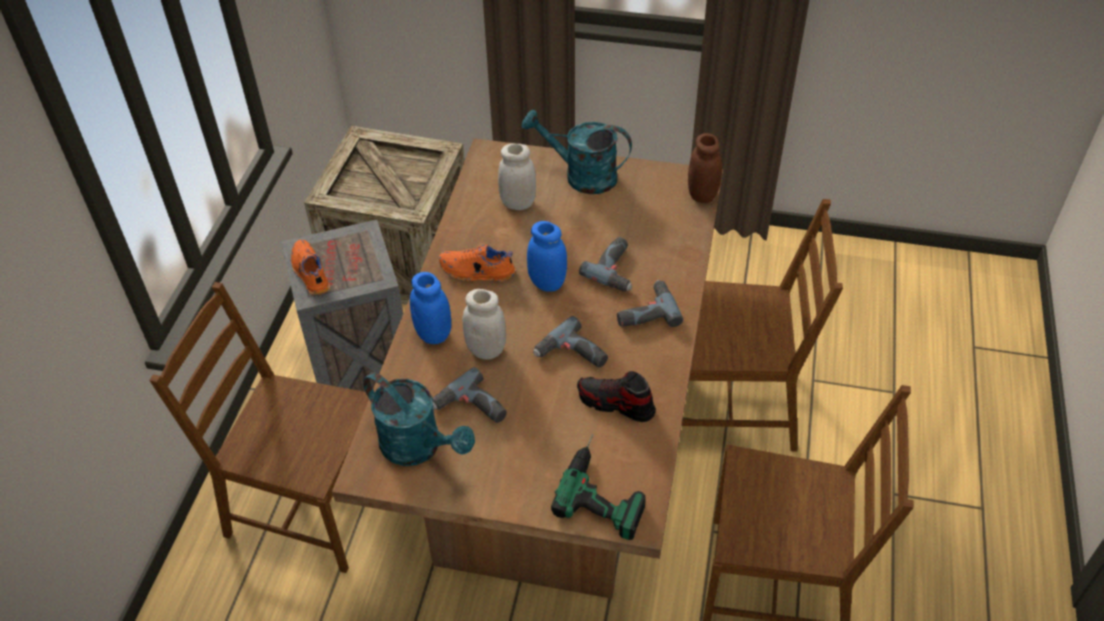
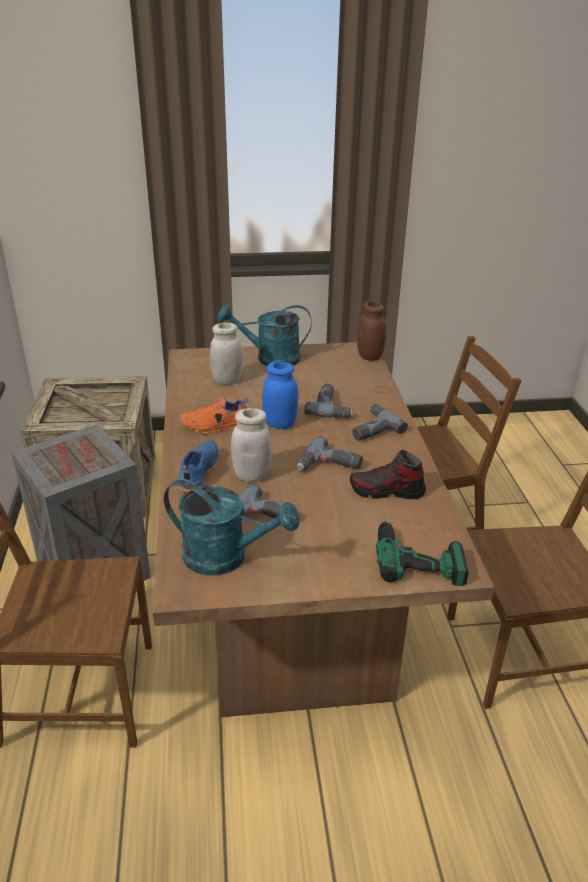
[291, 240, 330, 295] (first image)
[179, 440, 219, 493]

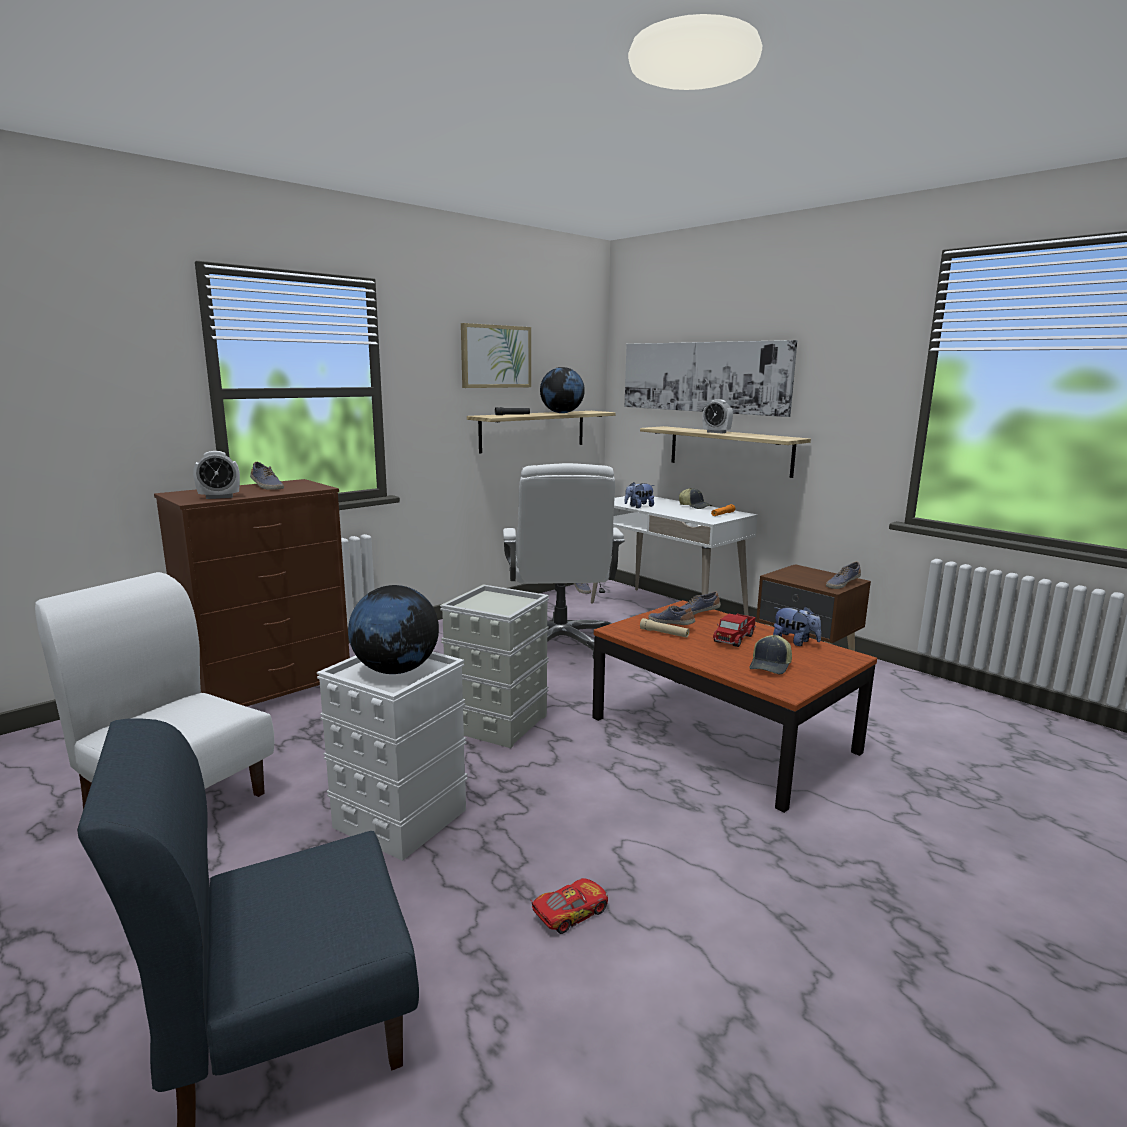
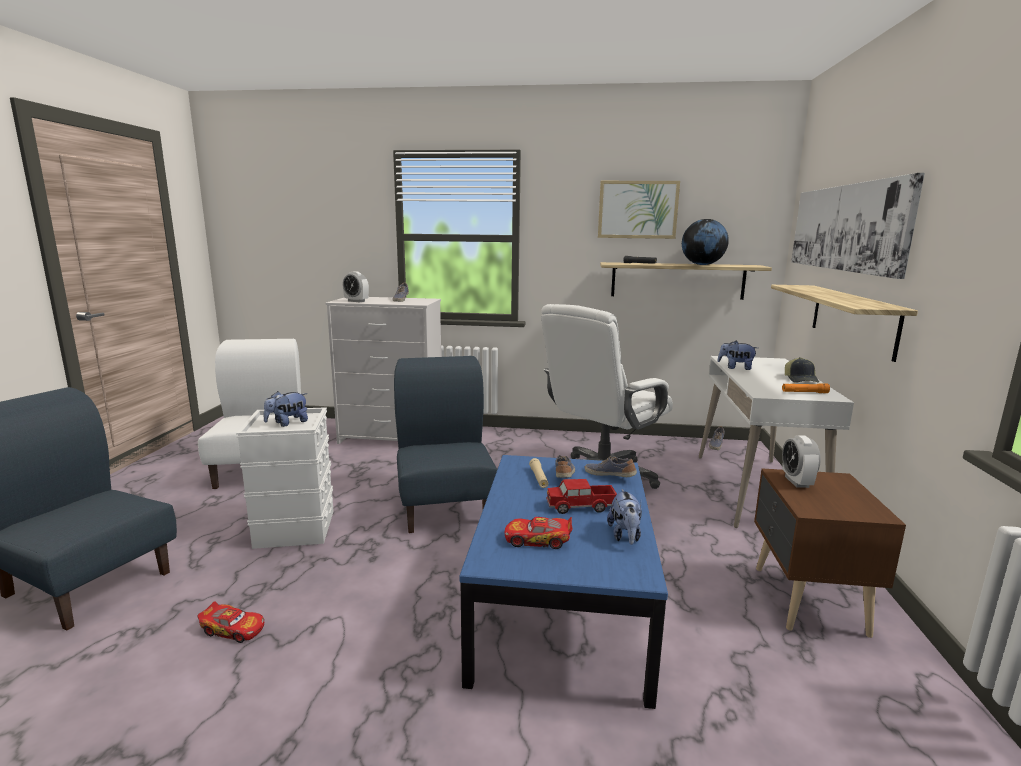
[326, 297, 441, 444]
[264, 391, 308, 427]
[394, 356, 497, 533]
[459, 455, 668, 709]
[782, 435, 821, 488]
[505, 517, 573, 549]
[826, 562, 861, 589] (first image)

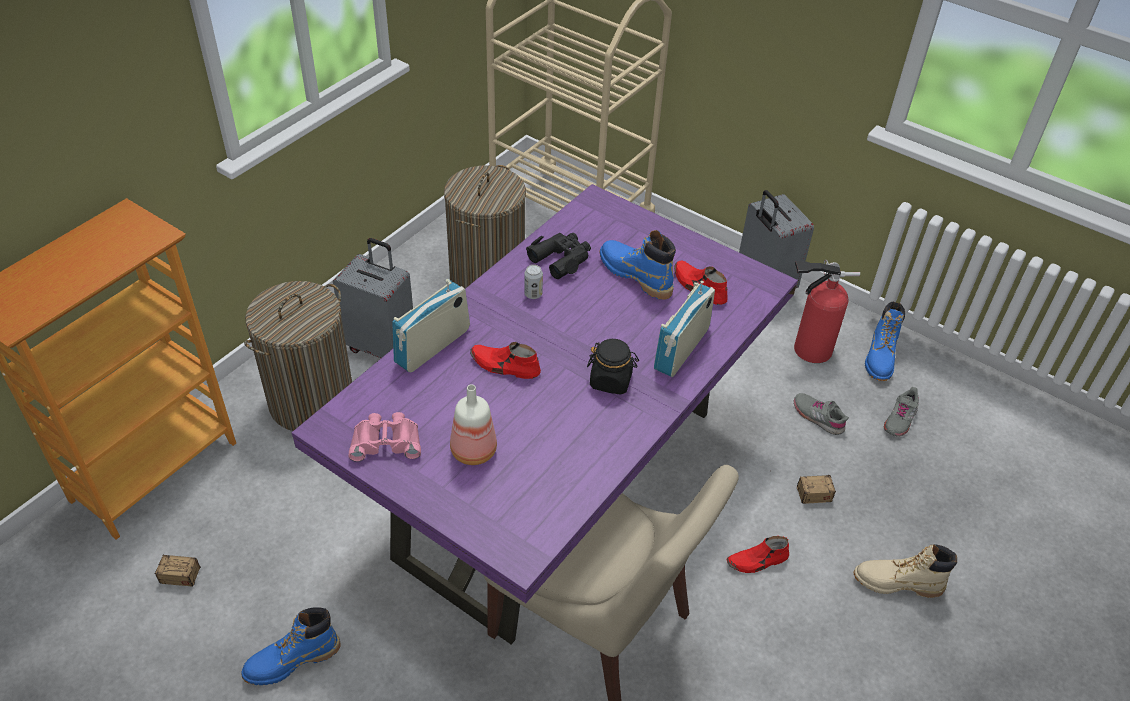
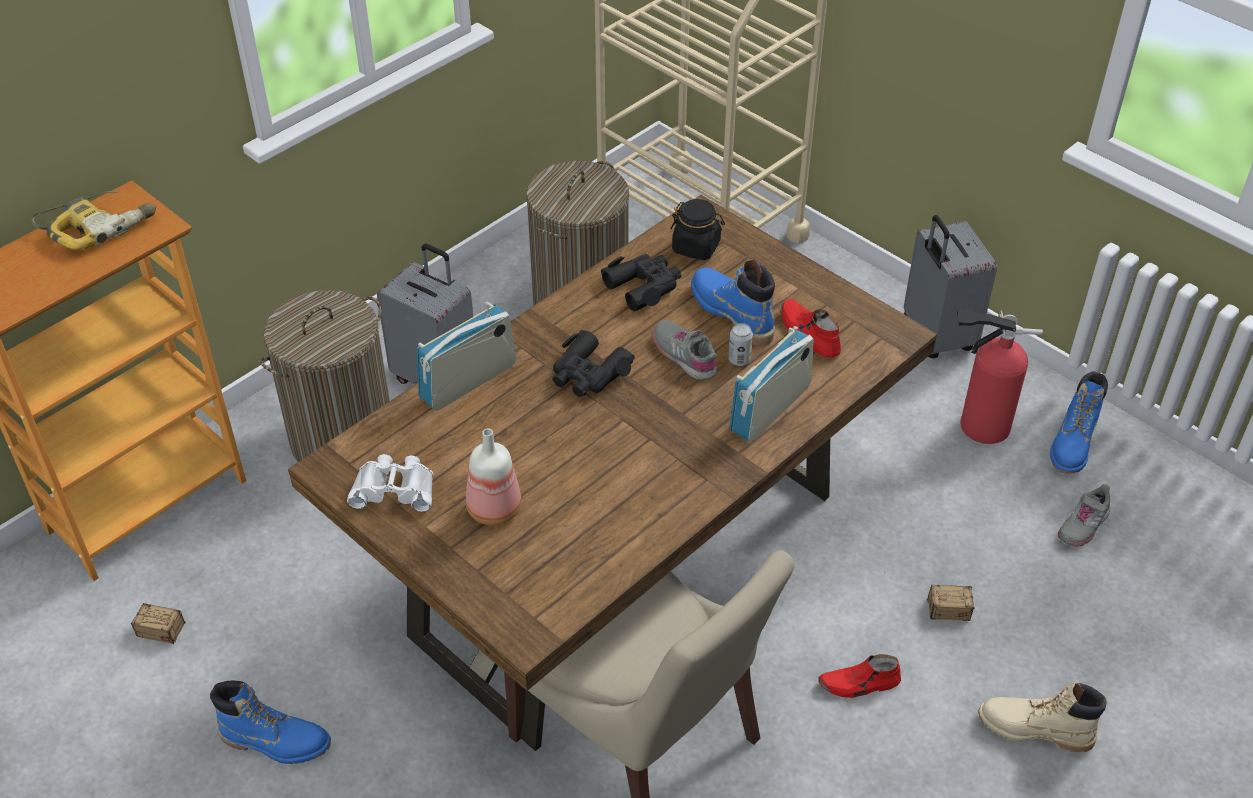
[210, 681, 331, 764]
[288, 195, 937, 751]
[347, 454, 433, 512]
[470, 342, 541, 379] (first image)
[728, 323, 753, 366]
[670, 199, 725, 260]
[653, 320, 717, 381]
[31, 191, 156, 250]
[552, 330, 635, 397]

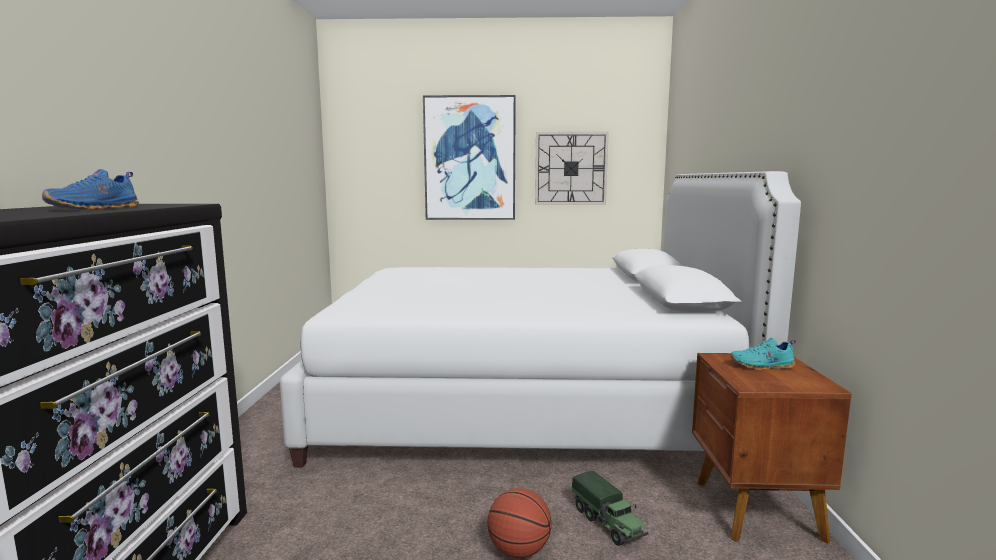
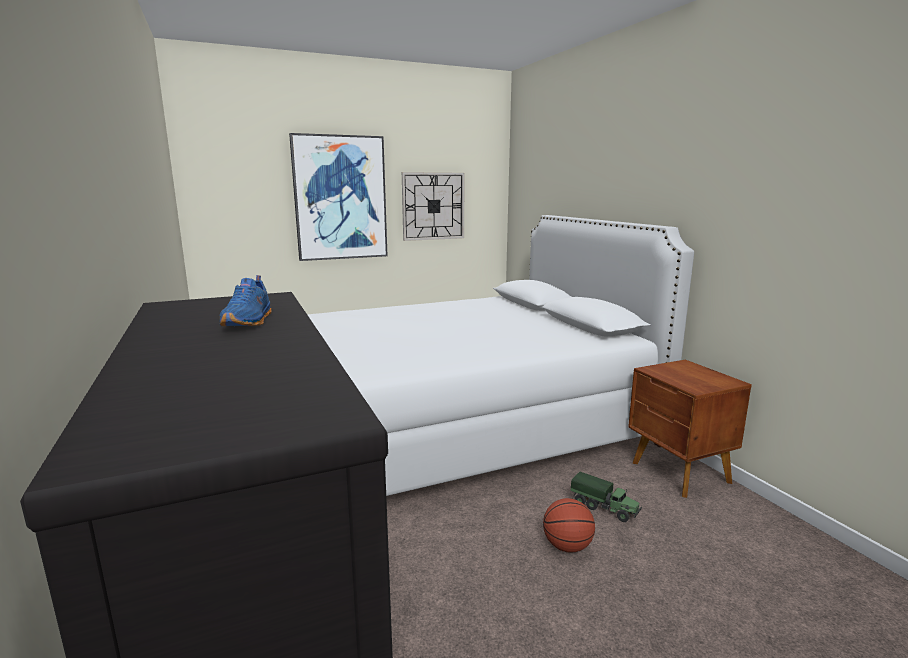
[730, 338, 796, 370] (first image)

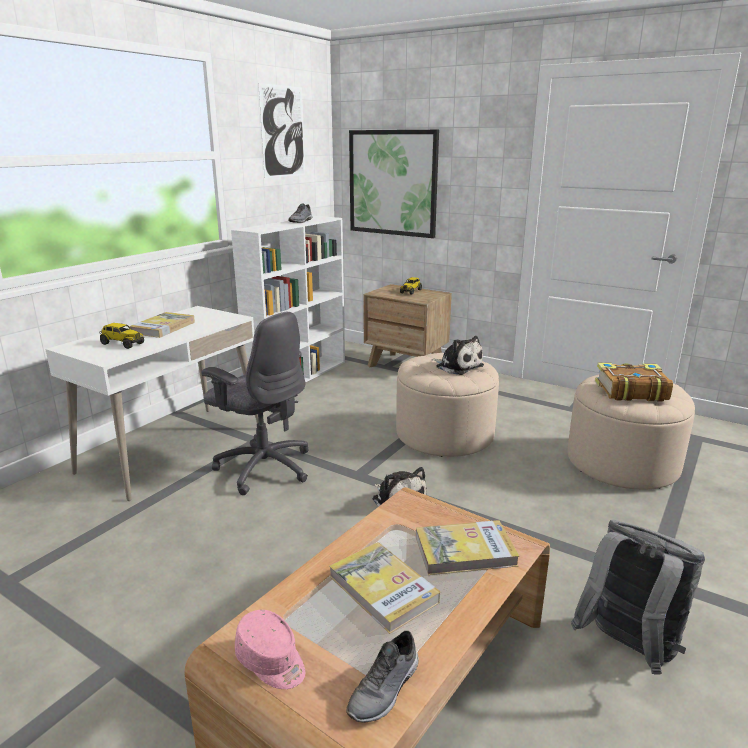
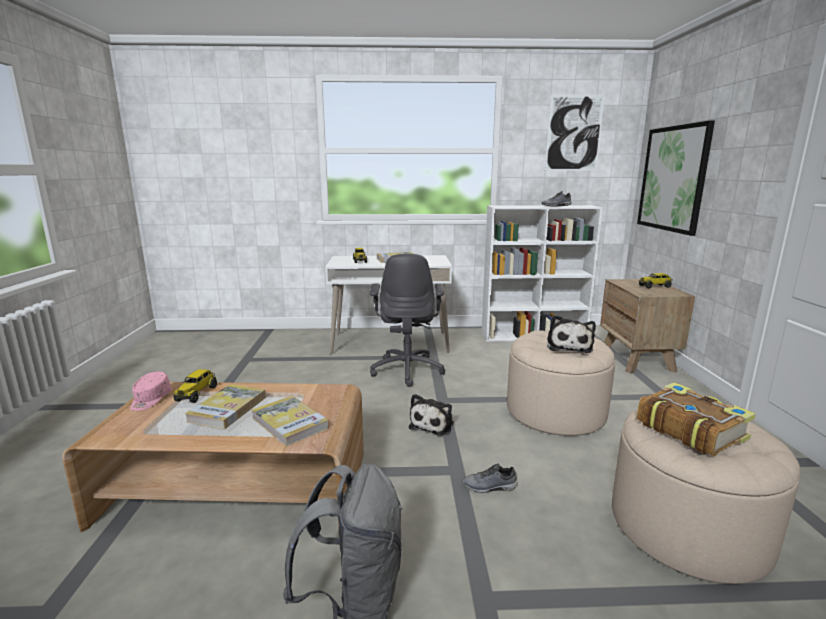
[463, 464, 518, 493]
[173, 369, 217, 403]

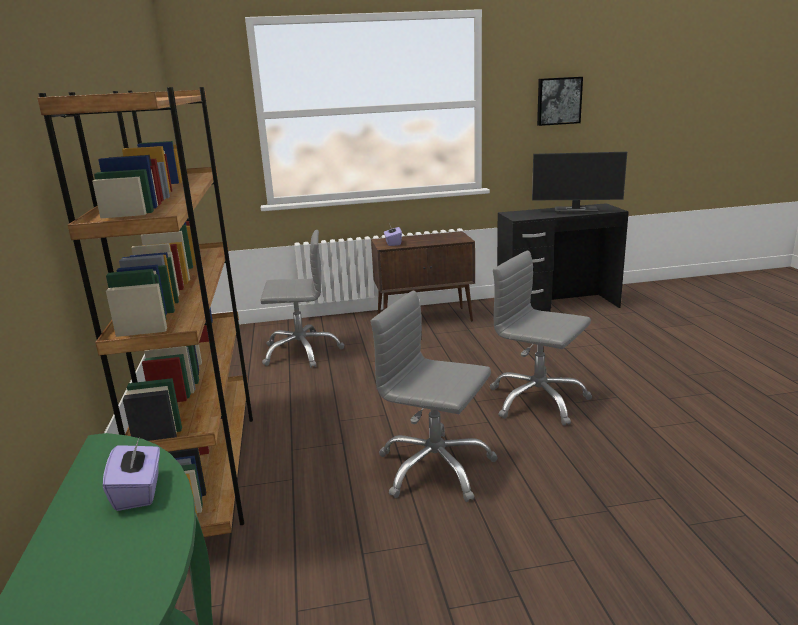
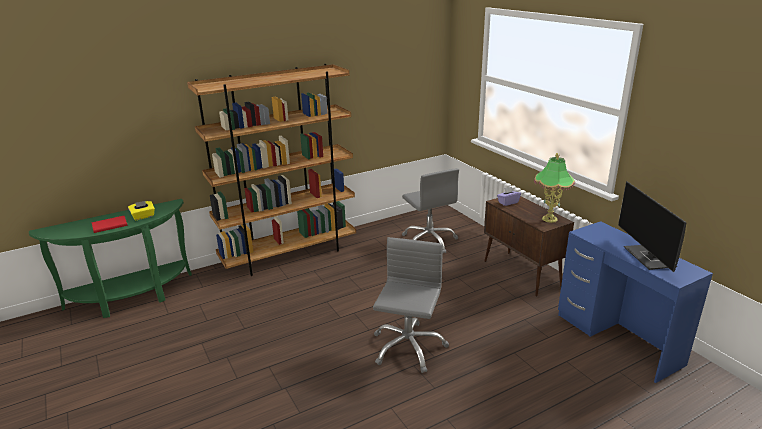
[128, 201, 155, 220]
[371, 291, 498, 502] (first image)
[558, 221, 713, 383]
[537, 77, 583, 126] (first image)
[91, 216, 128, 233]
[534, 153, 575, 223]

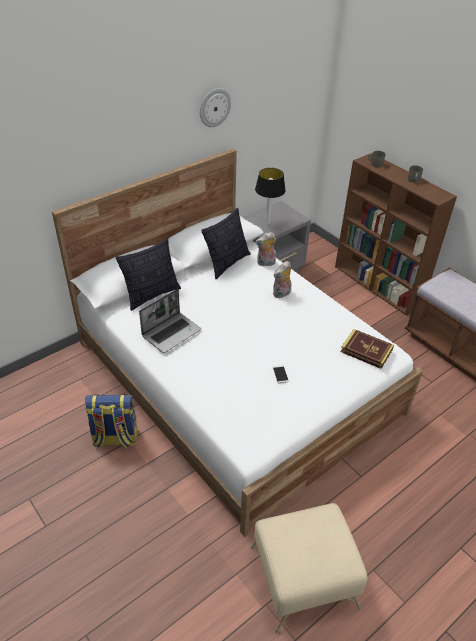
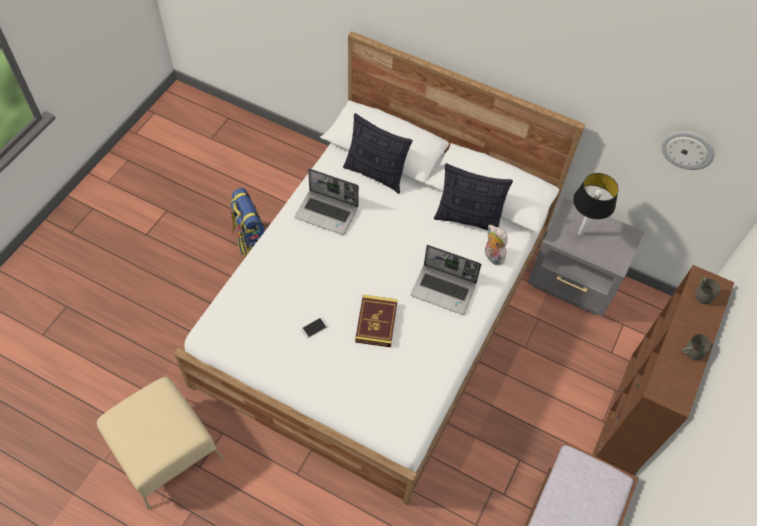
[661, 131, 715, 170]
[411, 245, 482, 315]
[355, 295, 398, 348]

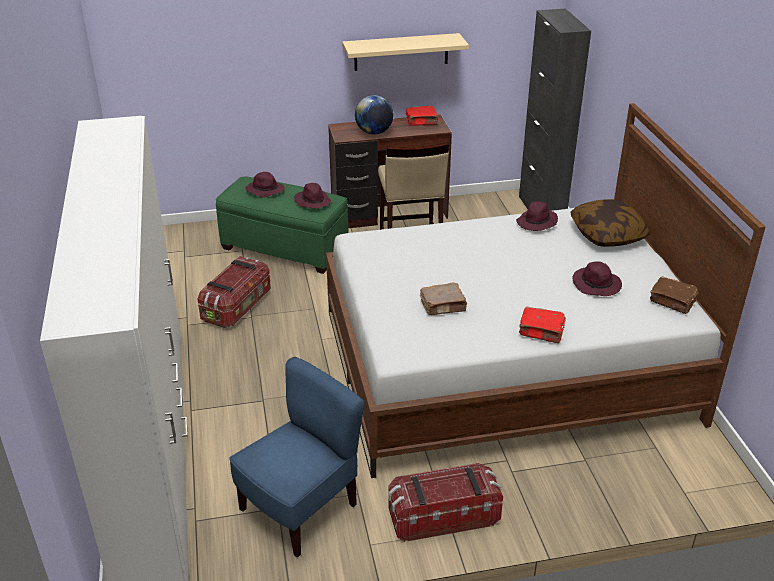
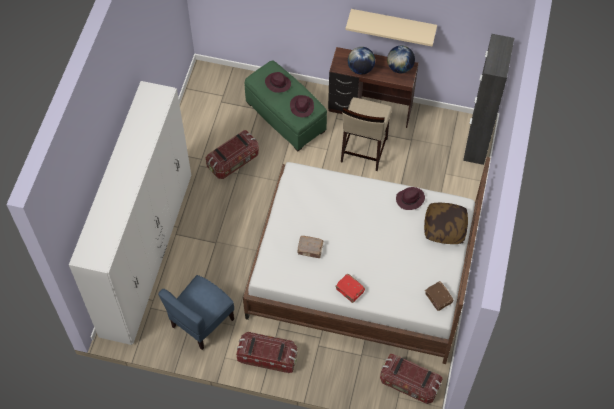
[158, 275, 234, 350]
[387, 46, 415, 73]
[573, 261, 622, 296] (first image)
[380, 354, 443, 404]

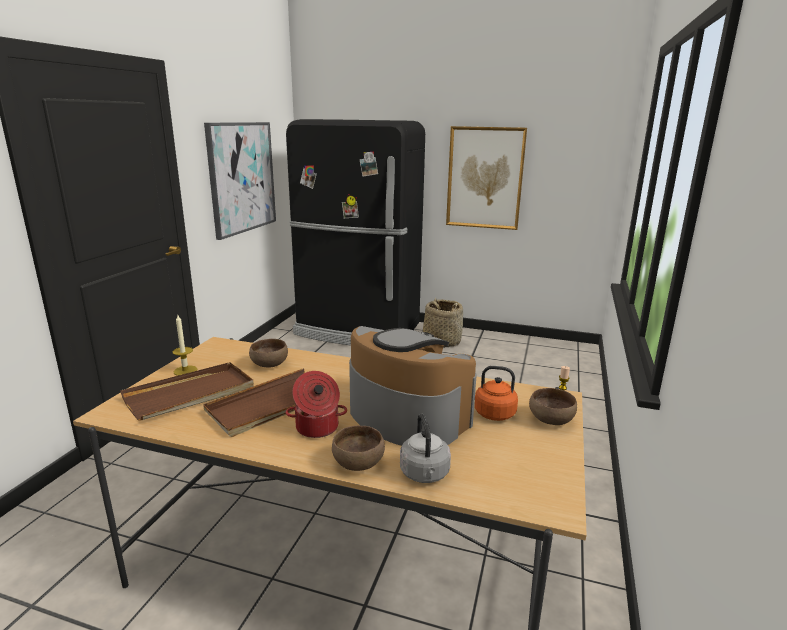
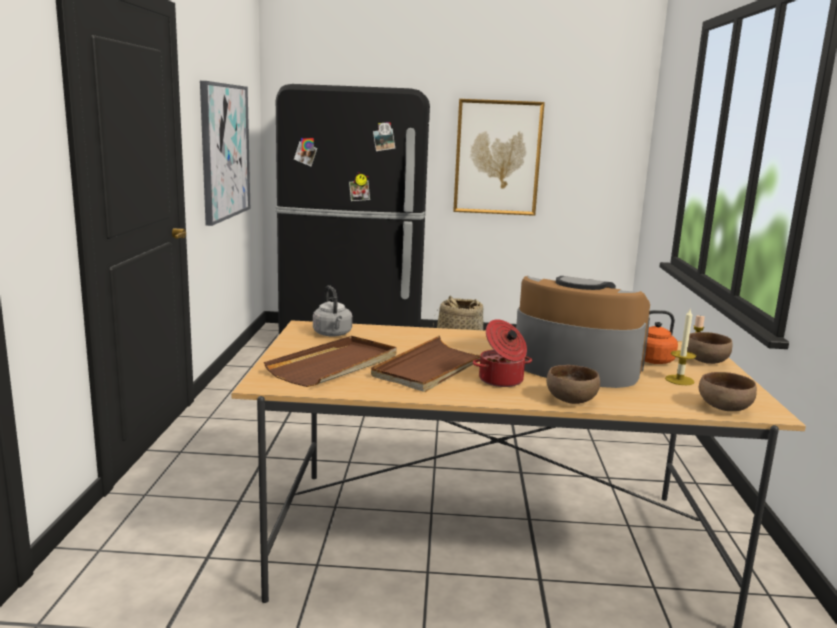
[665, 309, 696, 385]
[699, 372, 757, 411]
[313, 285, 352, 337]

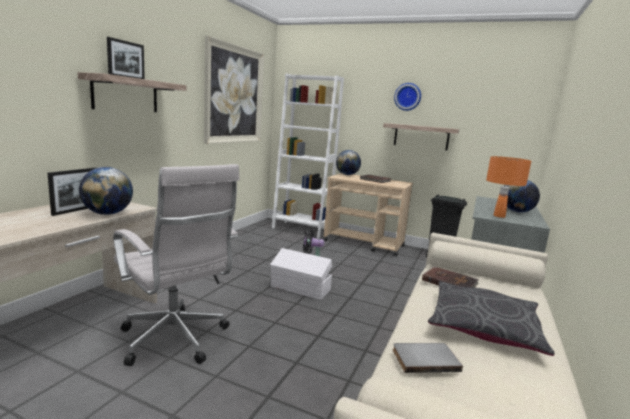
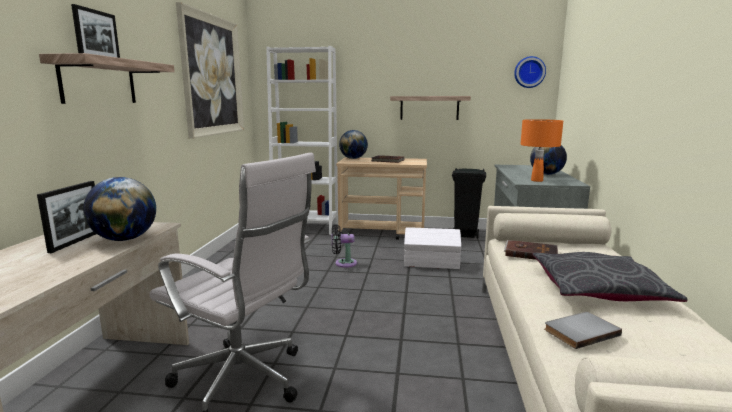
[404, 227, 461, 269]
[514, 56, 546, 88]

